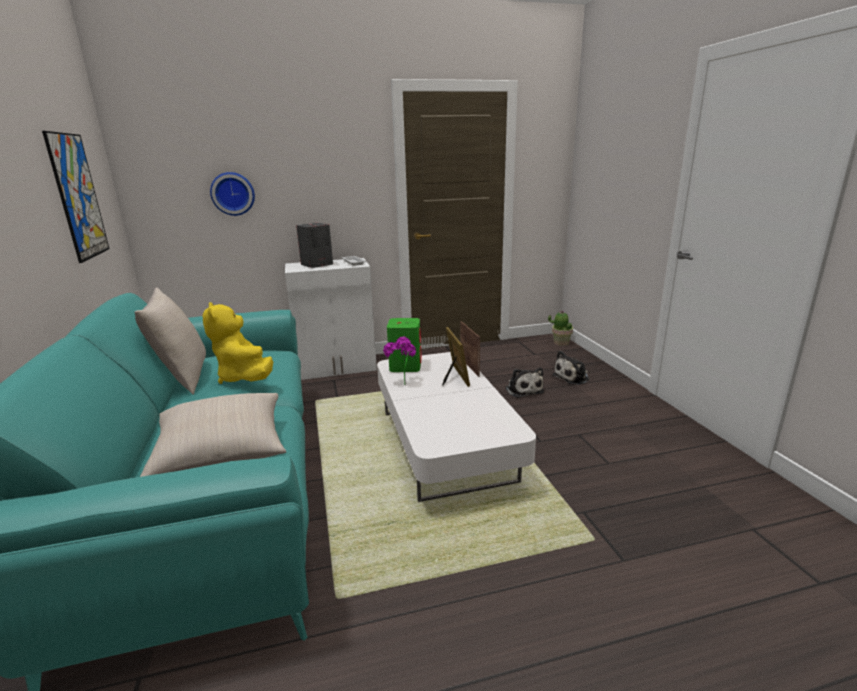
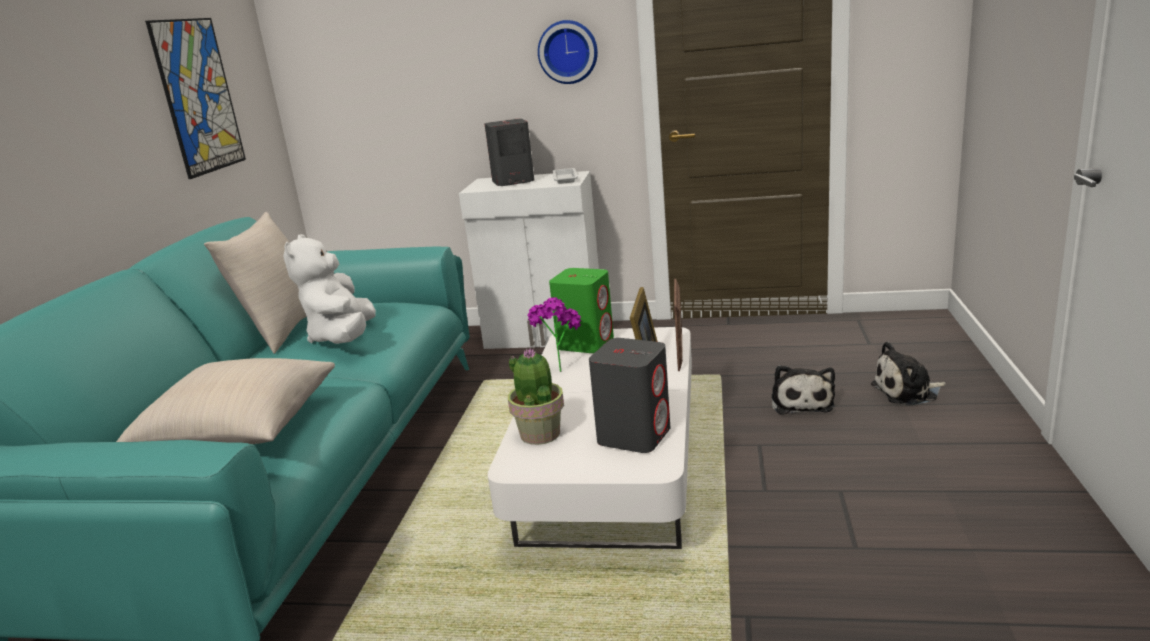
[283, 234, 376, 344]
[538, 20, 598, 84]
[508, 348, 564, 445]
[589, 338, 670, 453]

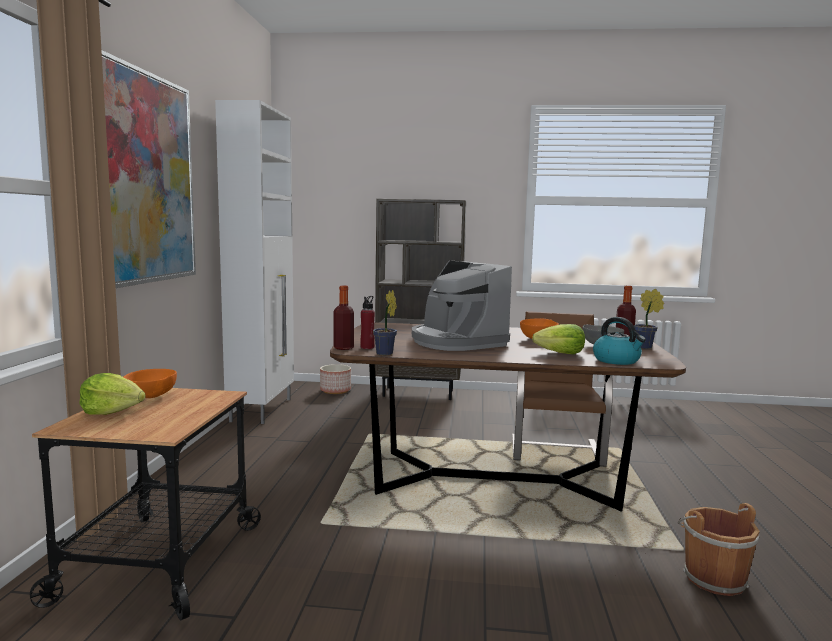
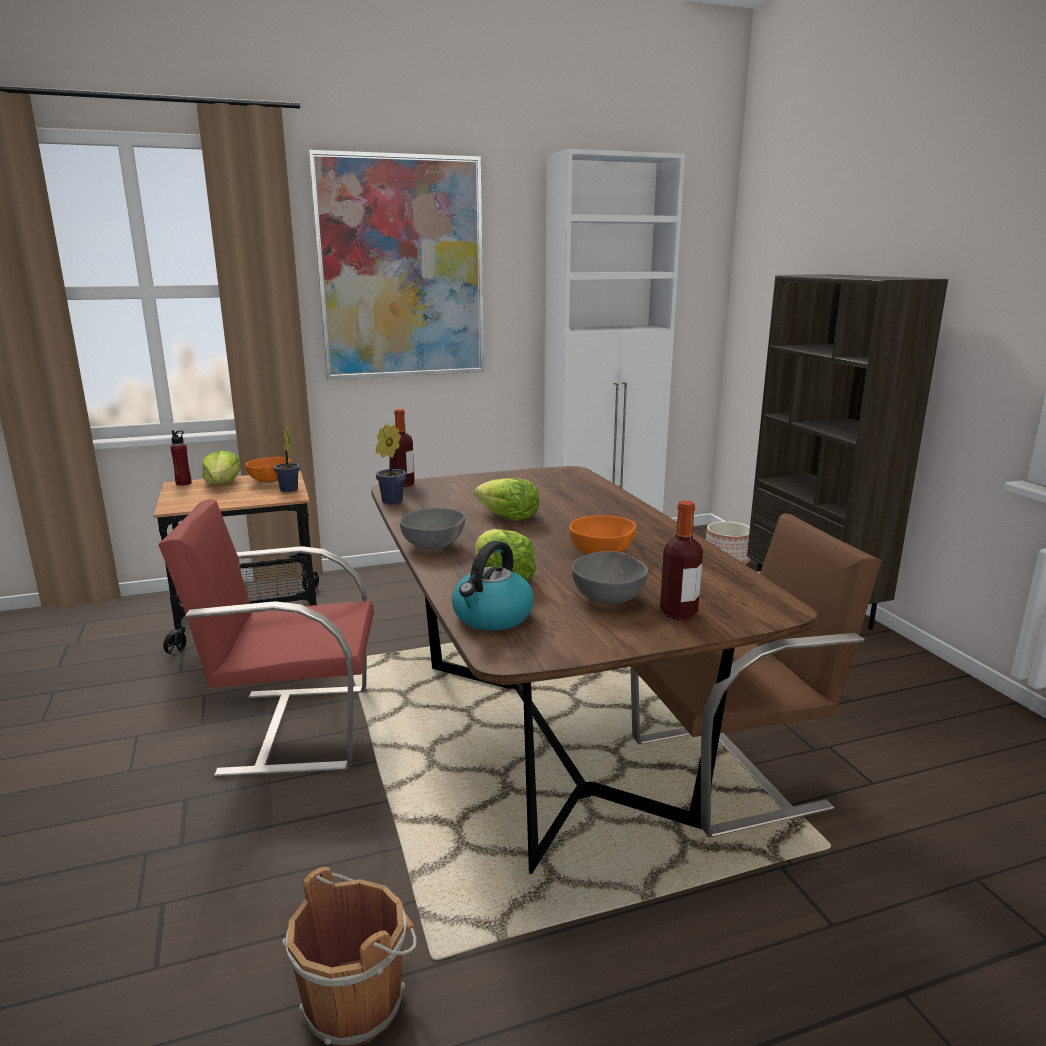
[171, 430, 192, 486]
[474, 478, 539, 521]
[274, 425, 300, 492]
[158, 499, 374, 778]
[400, 508, 465, 549]

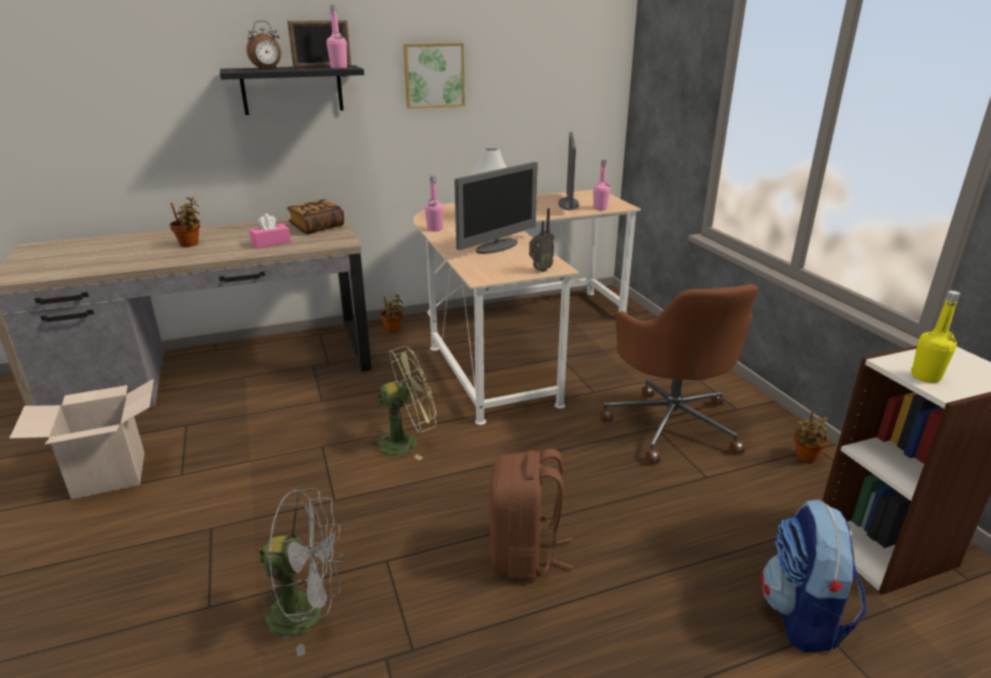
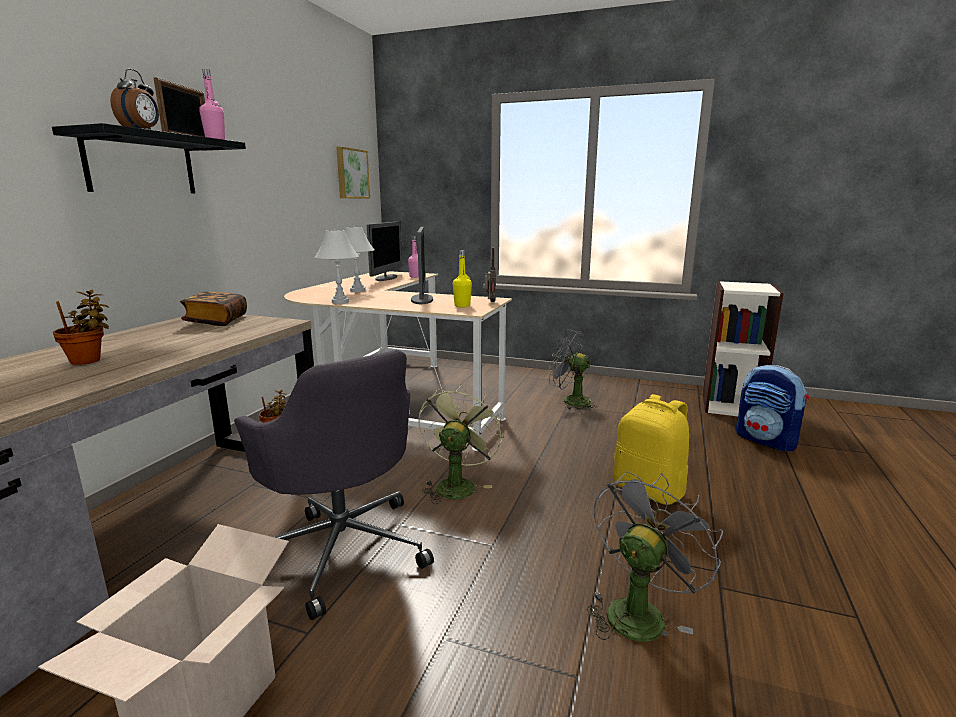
[249, 214, 291, 248] (first image)
[336, 147, 370, 198]
[315, 230, 359, 304]
[614, 394, 690, 505]
[367, 221, 402, 281]
[549, 329, 597, 410]
[794, 411, 829, 463] (first image)
[453, 250, 472, 308]
[234, 350, 434, 620]

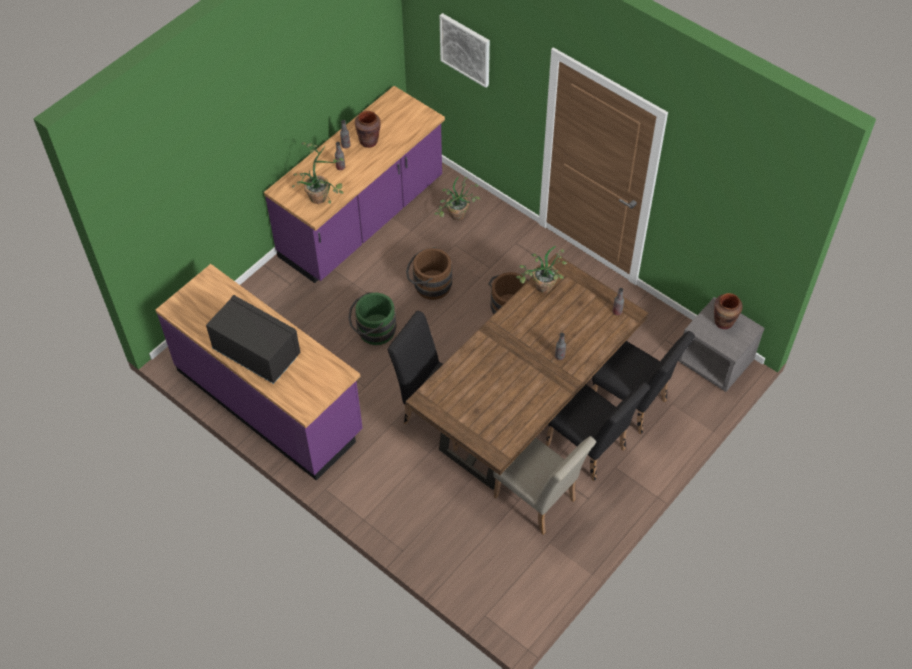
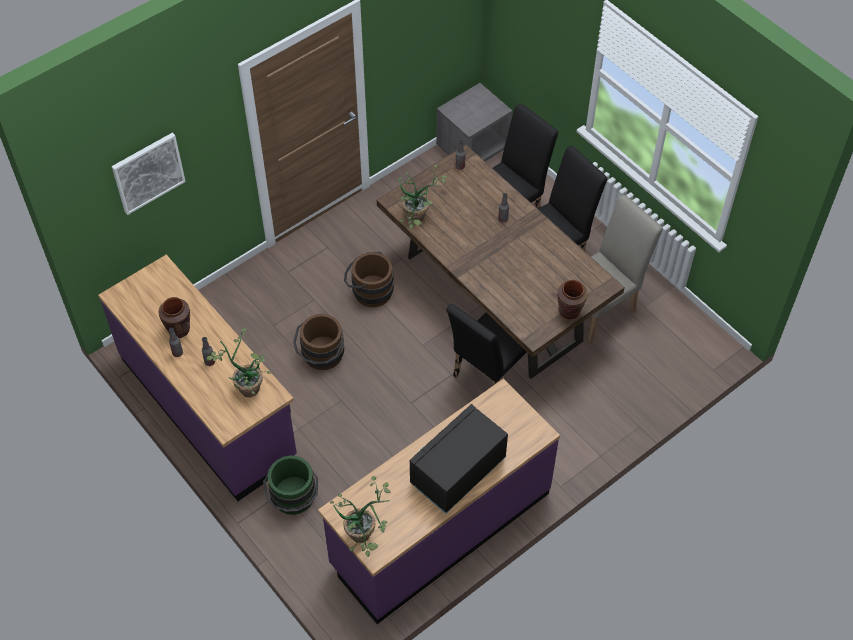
[263, 455, 318, 515]
[330, 476, 391, 557]
[557, 280, 588, 319]

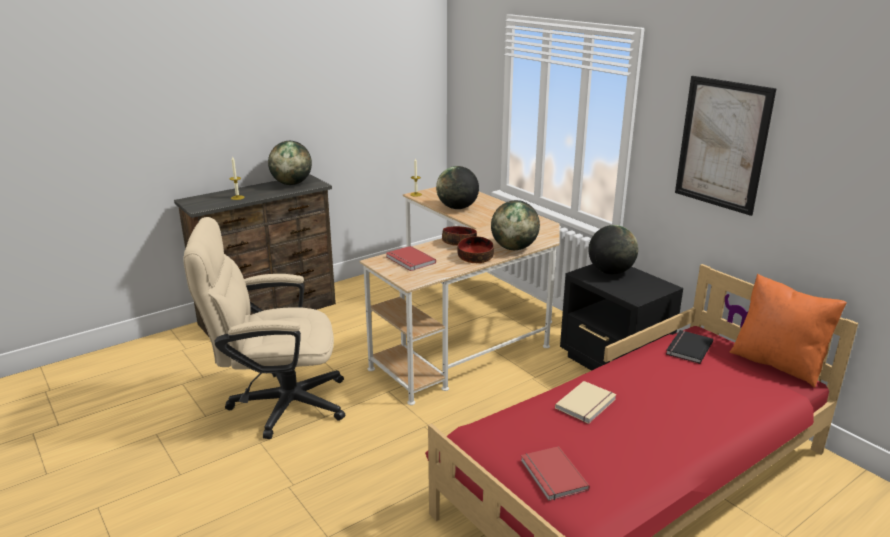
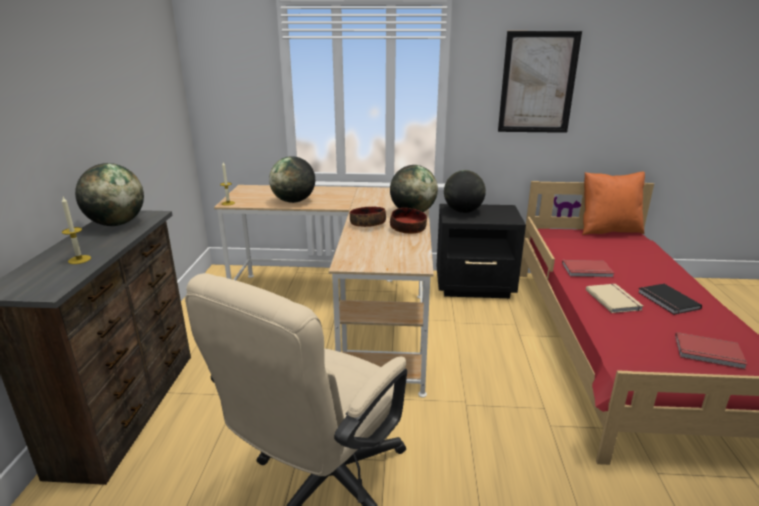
[562, 260, 614, 277]
[638, 284, 702, 315]

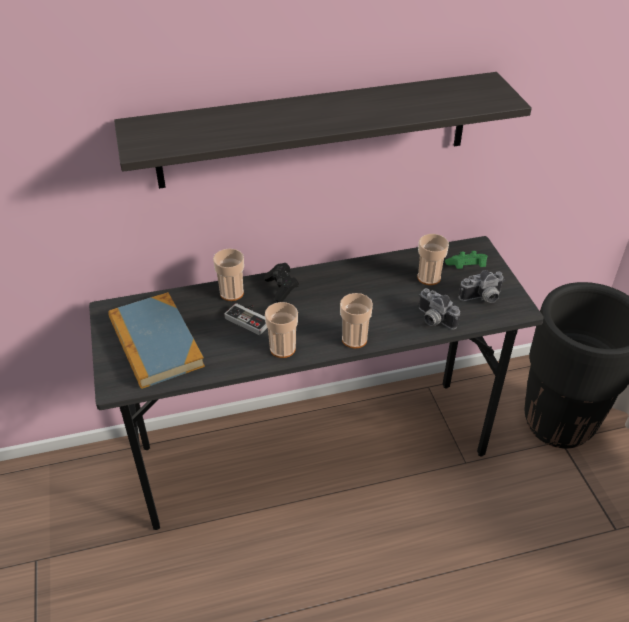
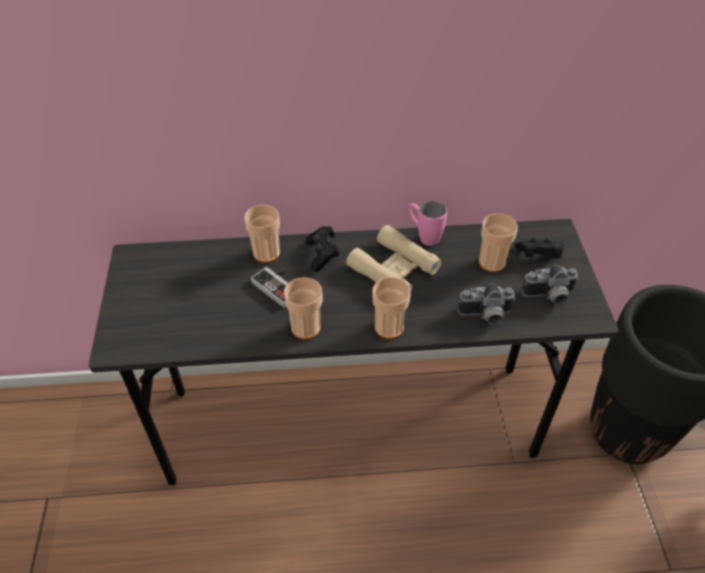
[108, 292, 205, 389] (first image)
[114, 72, 532, 189] (first image)
[457, 283, 516, 324]
[515, 237, 564, 258]
[346, 225, 442, 291]
[408, 201, 447, 246]

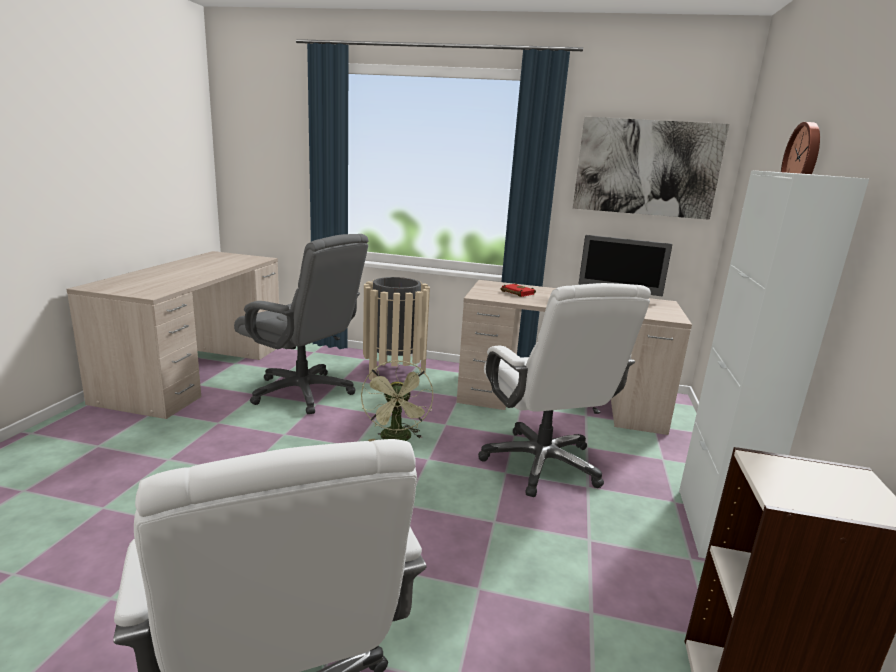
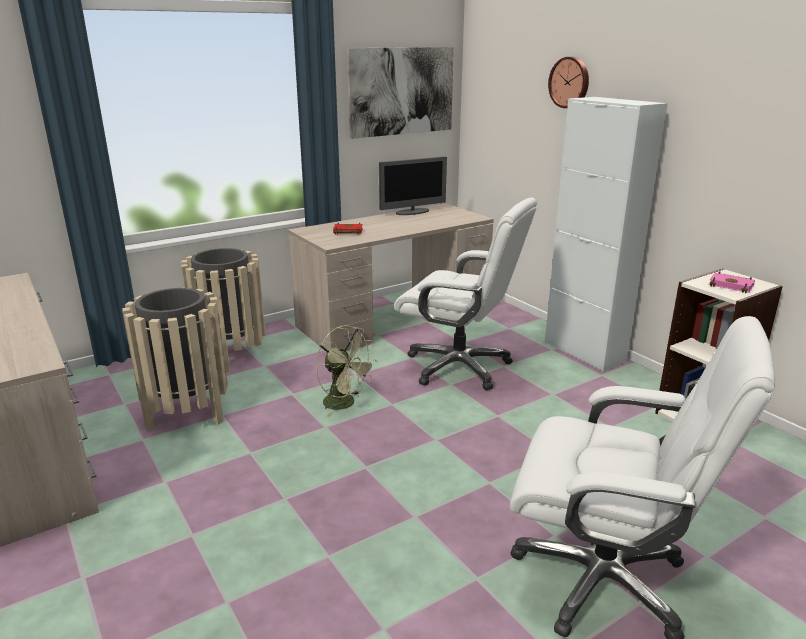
[122, 288, 228, 431]
[709, 272, 755, 293]

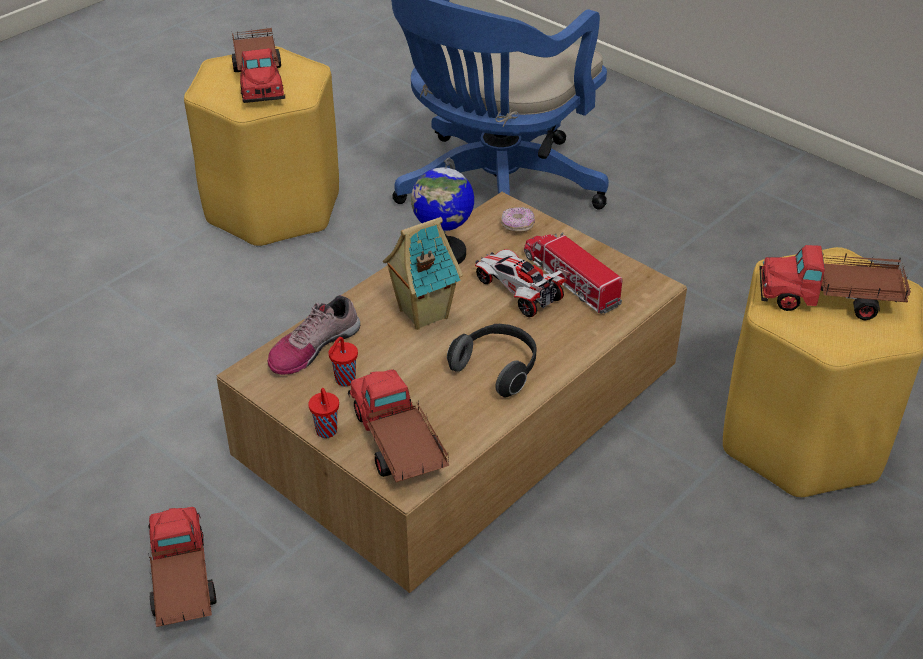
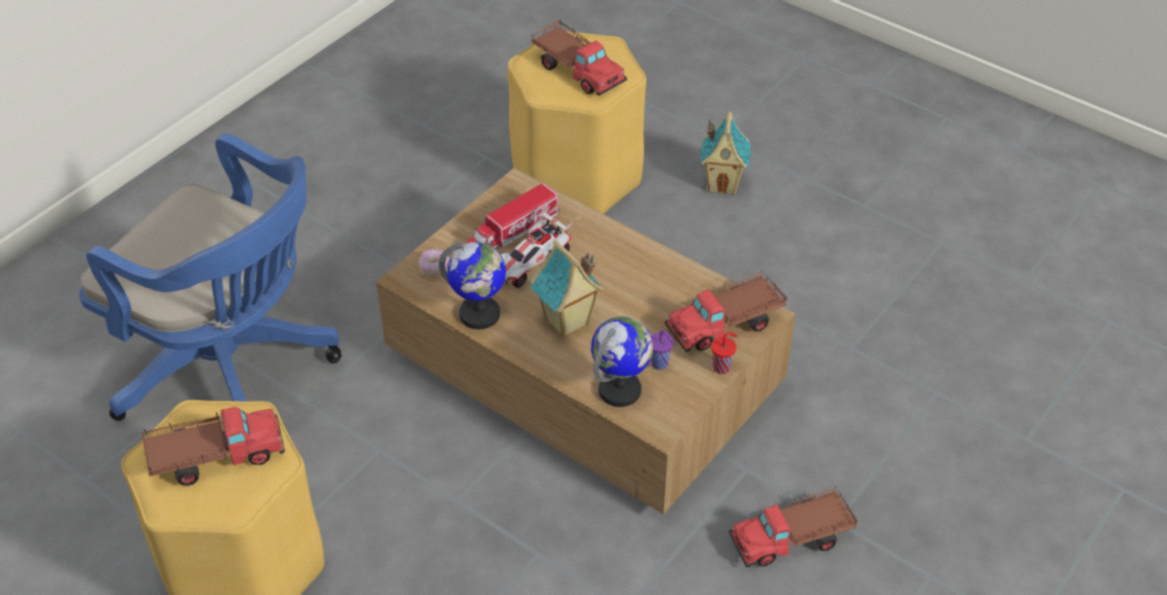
[591, 316, 653, 407]
[651, 330, 674, 370]
[447, 324, 537, 397] (first image)
[531, 19, 627, 96]
[700, 111, 751, 195]

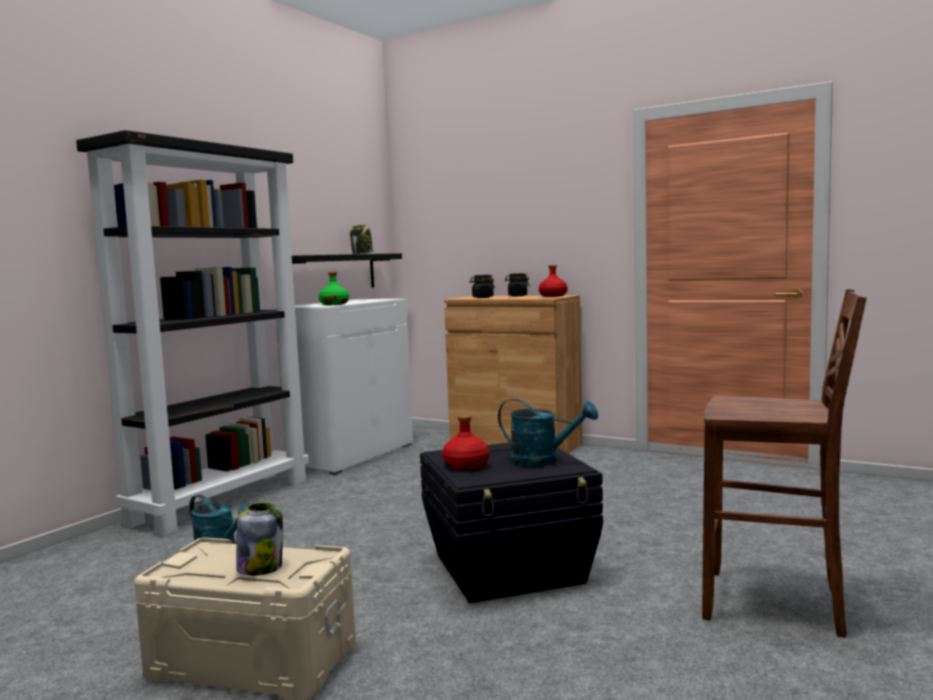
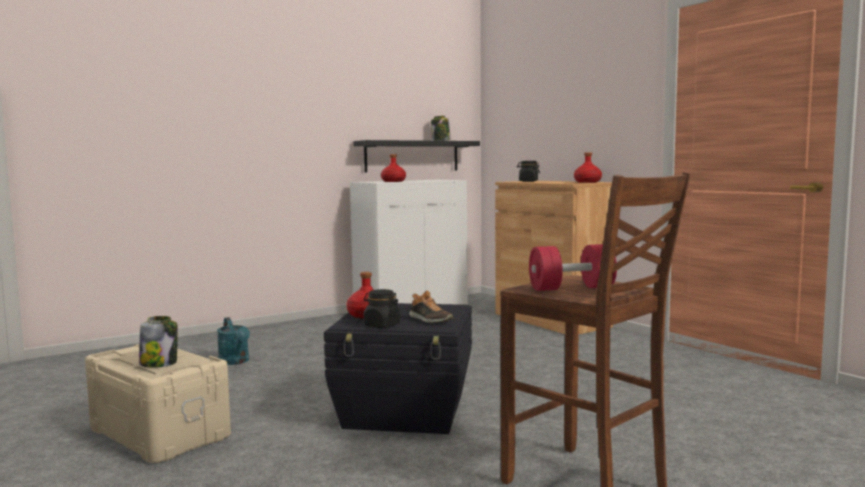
[76, 130, 309, 536] (first image)
[381, 154, 406, 182]
[409, 291, 453, 323]
[364, 289, 400, 328]
[529, 244, 617, 291]

